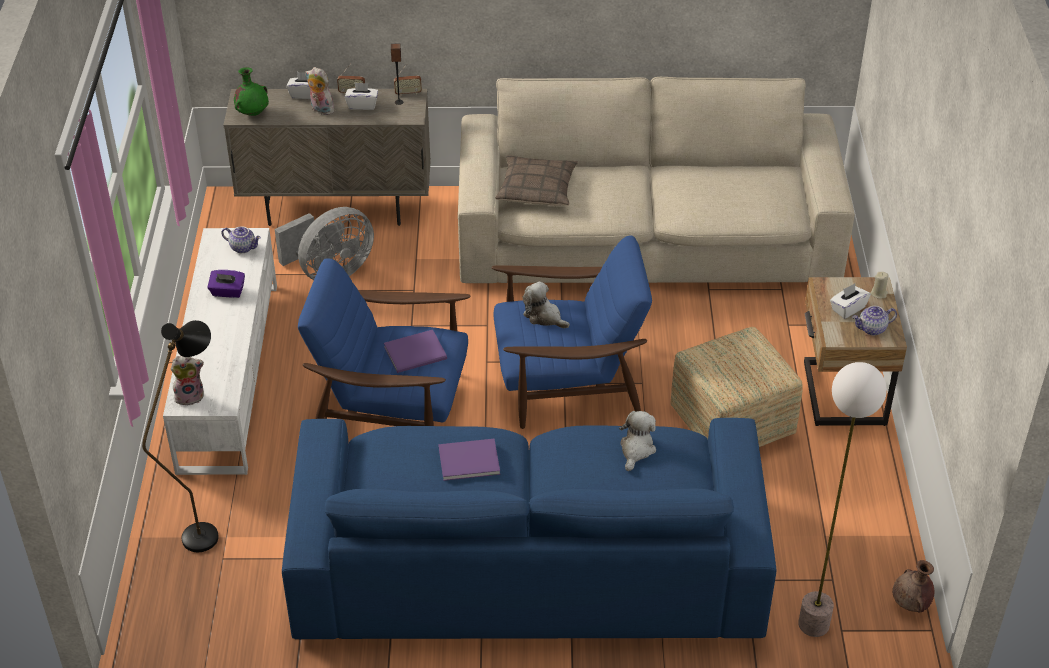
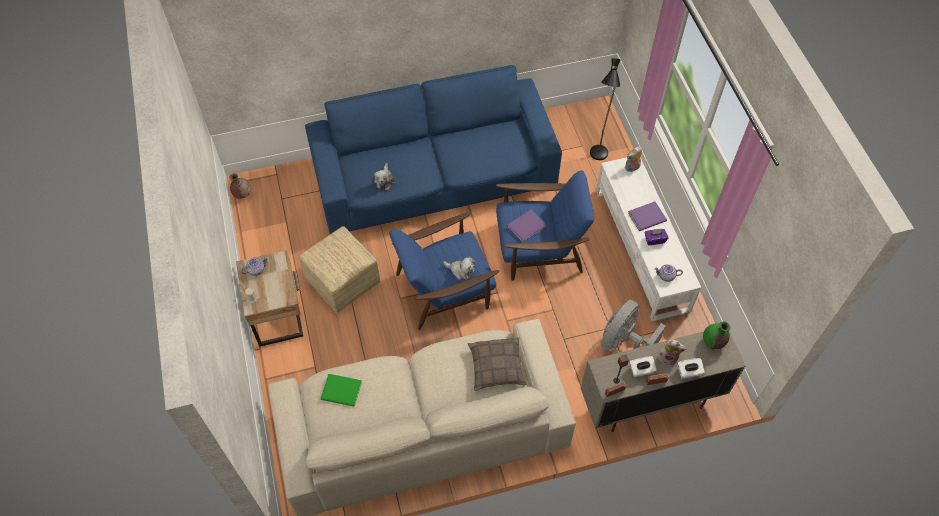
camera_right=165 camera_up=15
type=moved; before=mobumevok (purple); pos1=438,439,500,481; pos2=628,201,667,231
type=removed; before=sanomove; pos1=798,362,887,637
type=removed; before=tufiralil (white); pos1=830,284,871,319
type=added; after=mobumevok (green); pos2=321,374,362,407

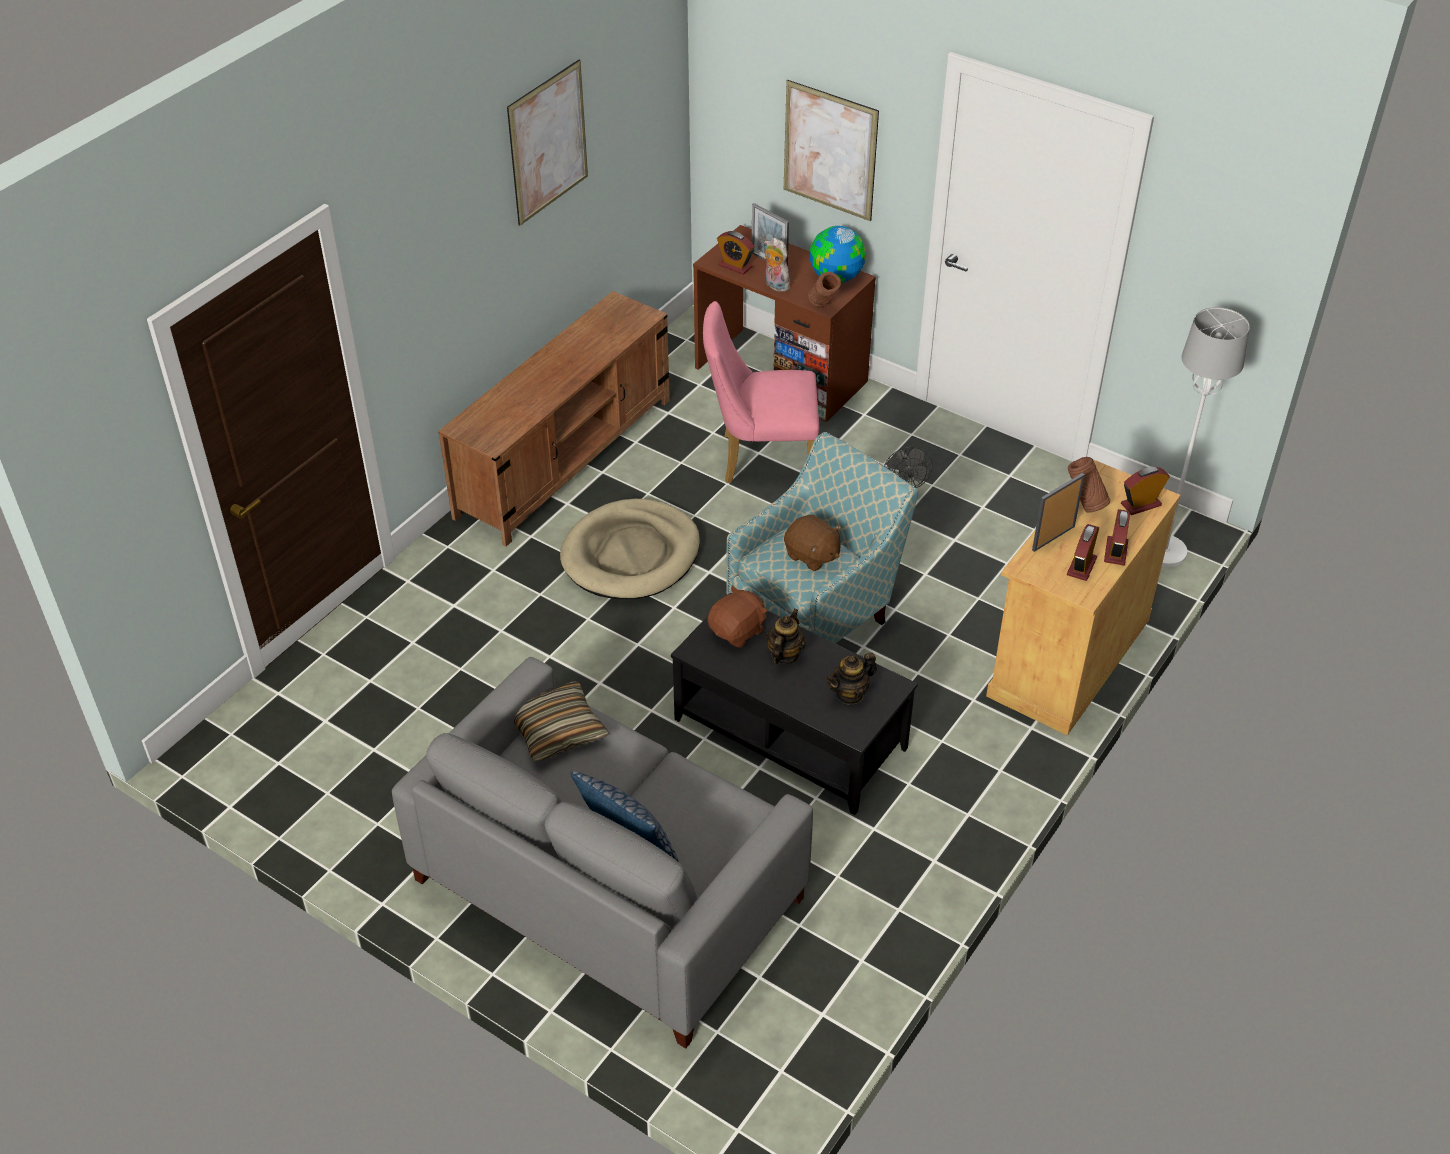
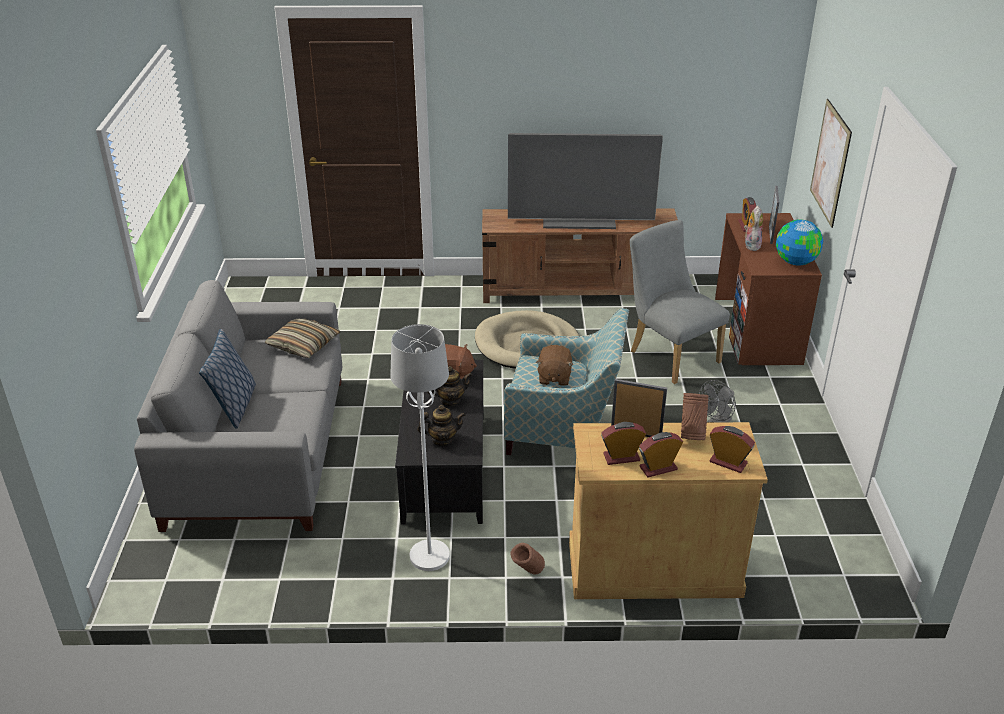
camera_right=55 camera_up=-10
type=removed; before=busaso; pos1=507,59,588,226
type=recoloured; before=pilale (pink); after=pilale (grey); pos1=703,301,819,483; pos2=630,220,730,384
type=moved; before=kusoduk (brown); pos1=808,272,841,307; pos2=511,543,545,575
type=turned; before=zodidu; pos1=826,652,877,705; pos2=418,405,466,446; turn=150
type=moved; before=sanomove (white); pos1=1162,307,1250,567; pos2=390,324,450,571
type=added; after=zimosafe; pos2=508,133,663,229

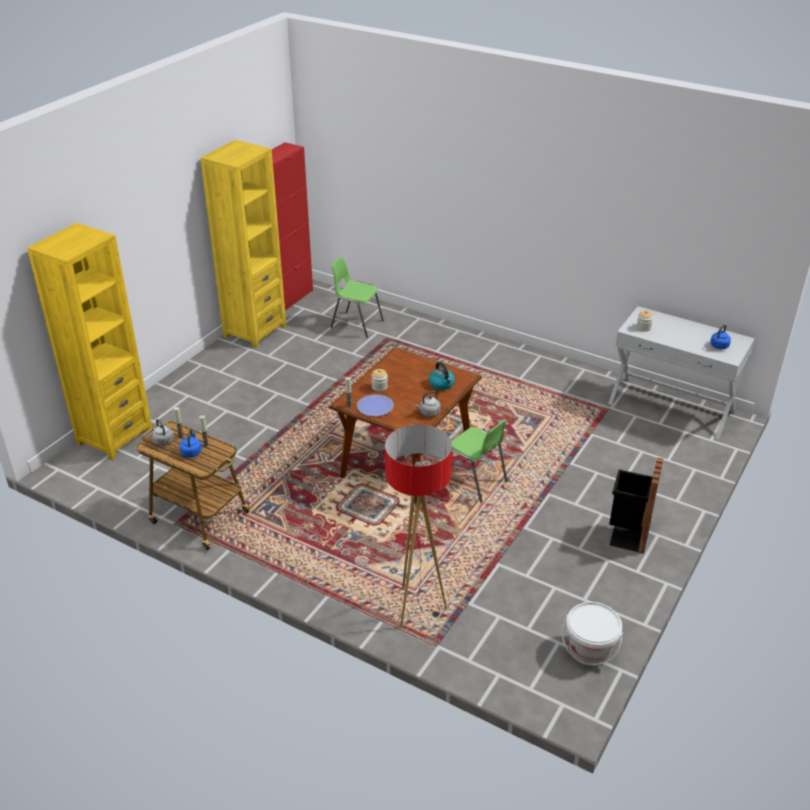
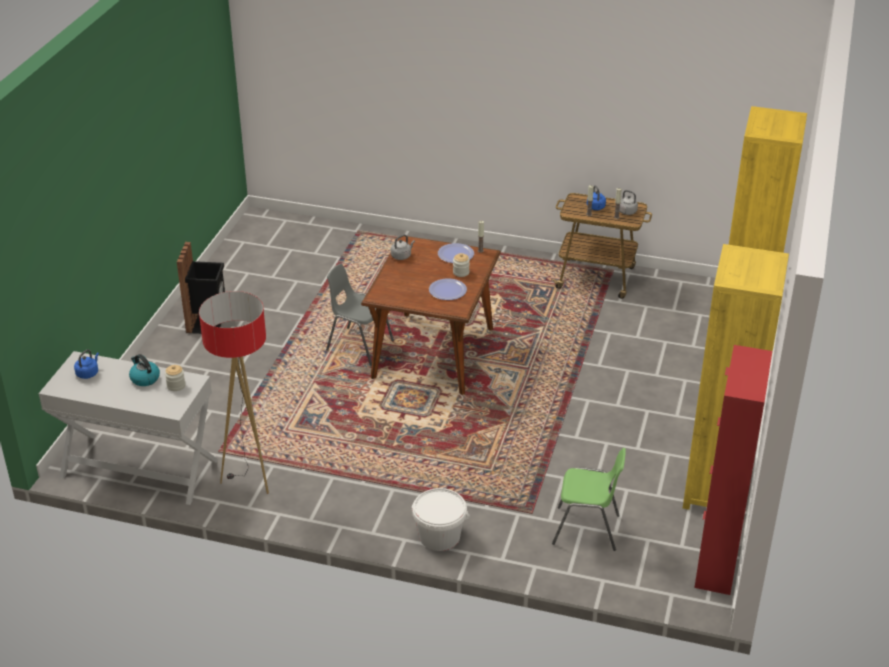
camera_right=165 camera_up=0
type=moved; before=sanomove; pos1=385,424,452,628; pos2=199,291,269,494
type=moved; before=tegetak; pos1=429,362,455,390; pos2=129,354,160,386
type=recoloured; before=pilale (green); after=pilale (grey); pos1=451,419,508,503; pos2=326,263,394,366
type=moved; before=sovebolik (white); pos1=562,602,623,666; pos2=411,488,470,551
type=added; after=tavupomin; pos2=429,278,467,300

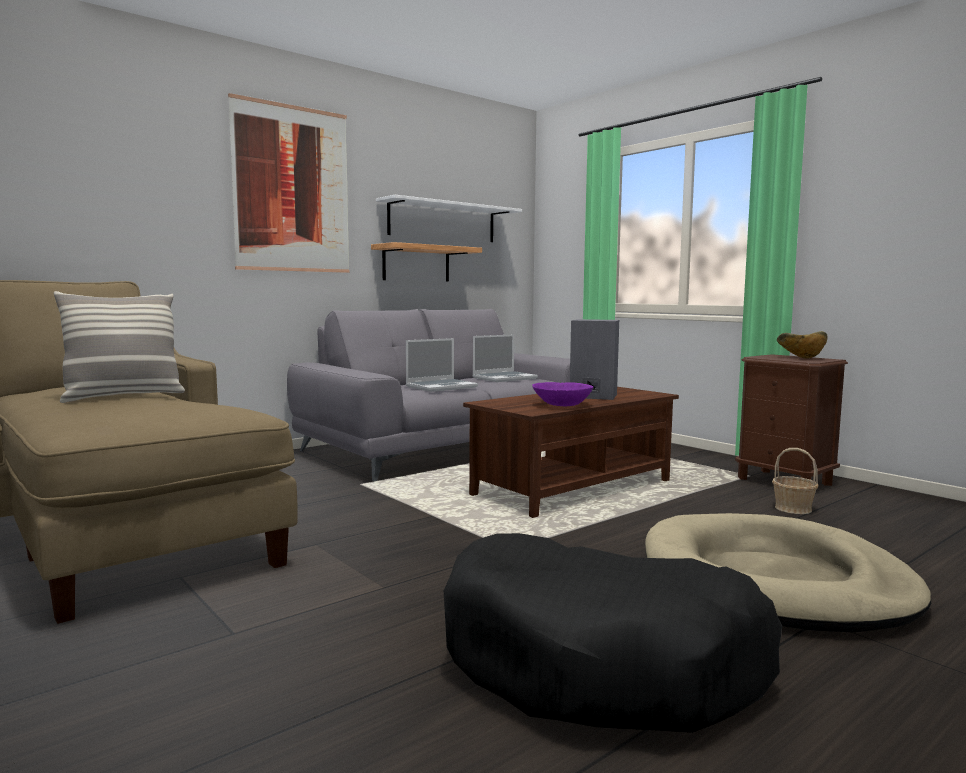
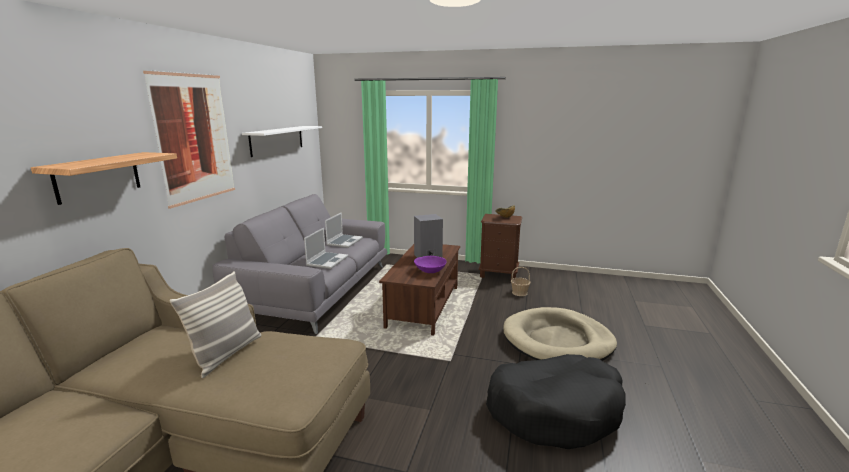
camera_right=-35 camera_up=10
type=moved; before=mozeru; pos1=371,242,482,282; pos2=31,152,177,205

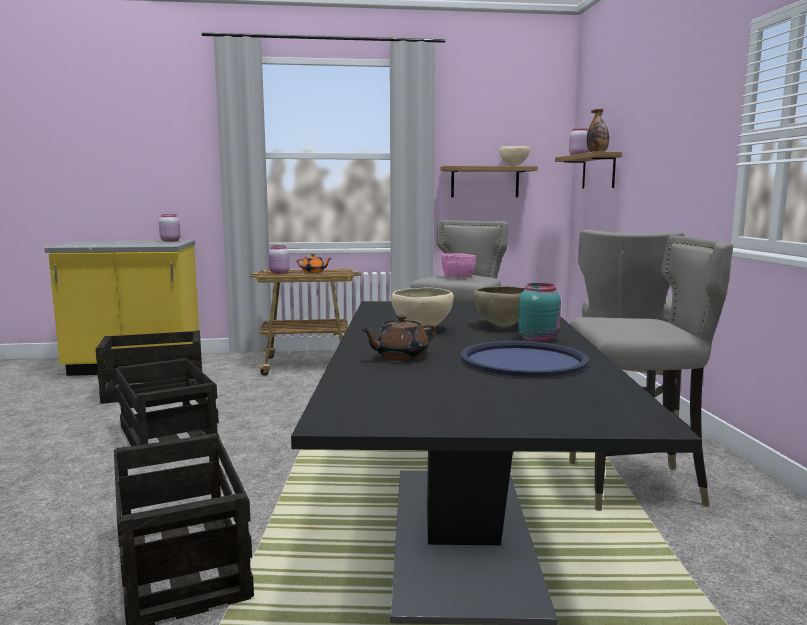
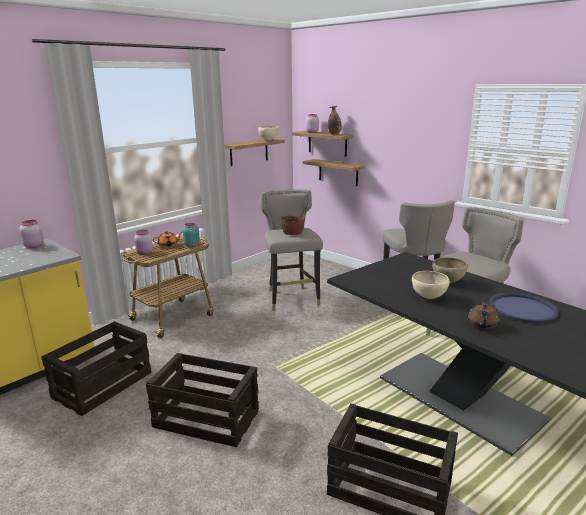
camera_right=-40 camera_up=10
type=recoloured; before=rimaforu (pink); after=rimaforu (brown); pos1=442,253,476,278; pos2=281,216,305,235
type=moved; before=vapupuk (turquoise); pos1=518,283,561,342; pos2=182,223,200,247
type=added; after=mozeru; pos2=303,159,365,186

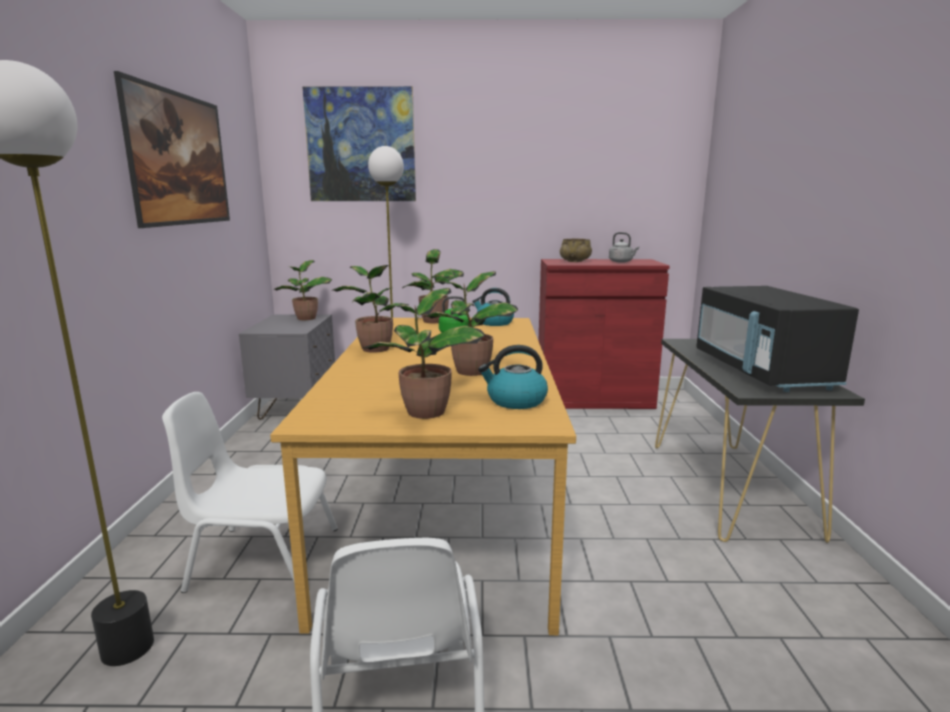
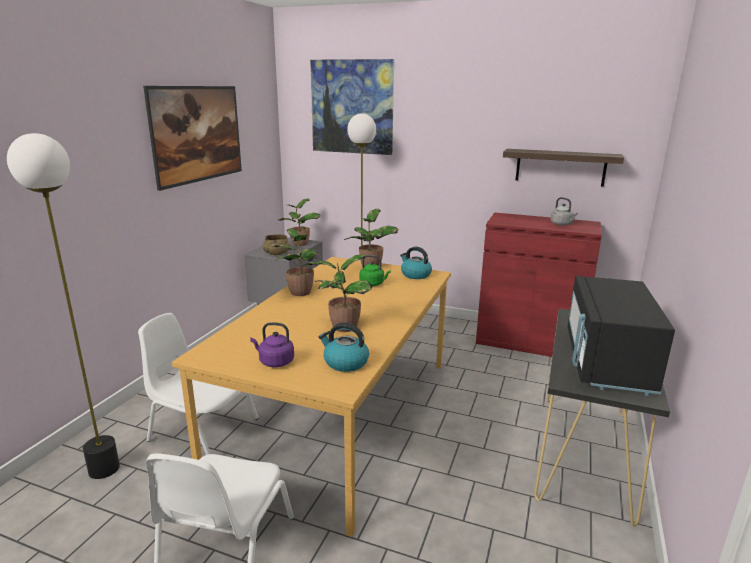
camera_right=20 camera_up=5
type=replaced; before=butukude; after=tegetak (purple); pos1=363,288,485,419; pos2=250,322,294,367
type=moved; before=rimaforu (beige); pos1=560,239,592,262; pos2=263,234,290,256
type=added; after=mozeru; pos2=503,149,624,187

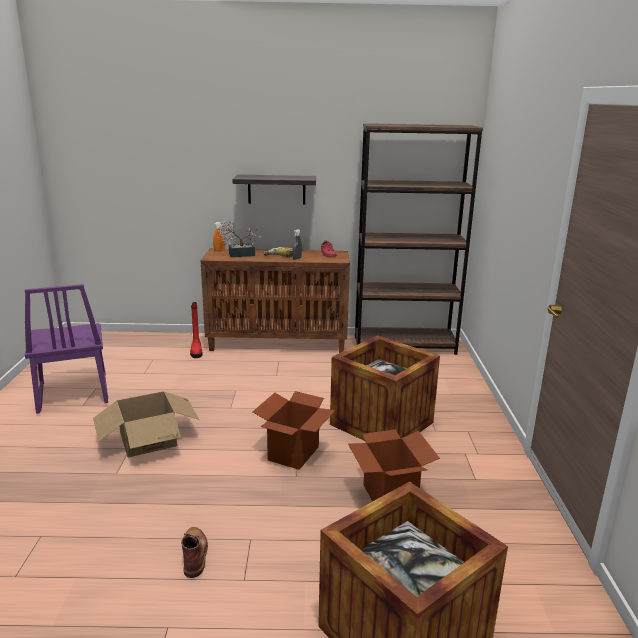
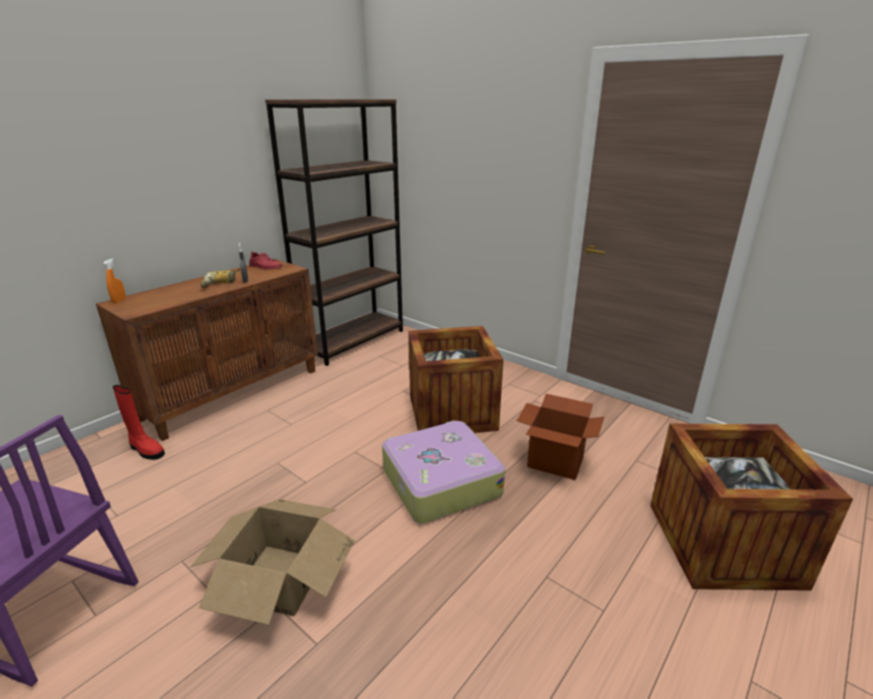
camera_right=-50 camera_up=5
type=removed; before=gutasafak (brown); pos1=181,527,208,578
type=removed; before=butukude; pos1=217,220,261,257
type=removed; before=mozeru; pos1=232,174,316,205
type=replaced; before=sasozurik; after=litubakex; pos1=253,391,335,470; pos2=382,421,505,524

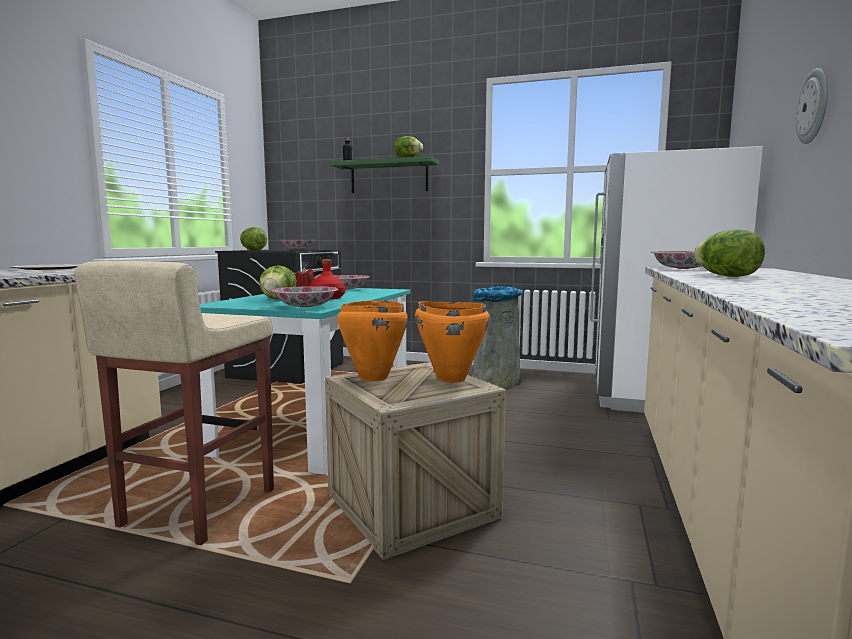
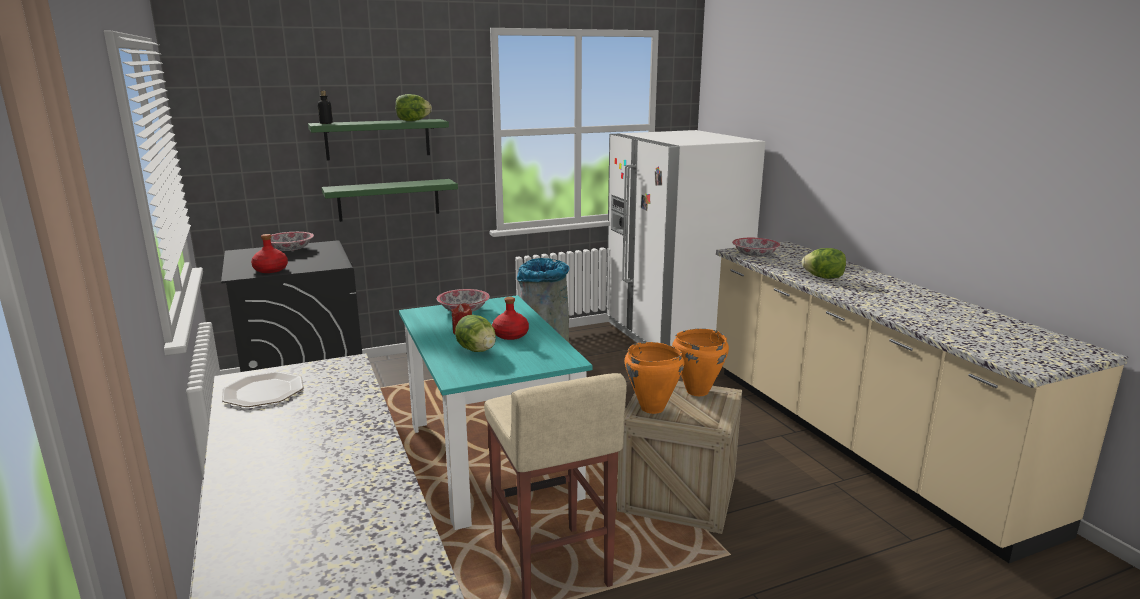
camera_right=-40 camera_up=10
type=replaced; before=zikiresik; after=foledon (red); pos1=240,227,267,251; pos2=251,234,288,273
type=removed; before=rimaforu; pos1=272,286,338,307
type=removed; before=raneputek; pos1=796,68,828,144
type=added; after=mozeru (green); pos2=322,179,458,222

